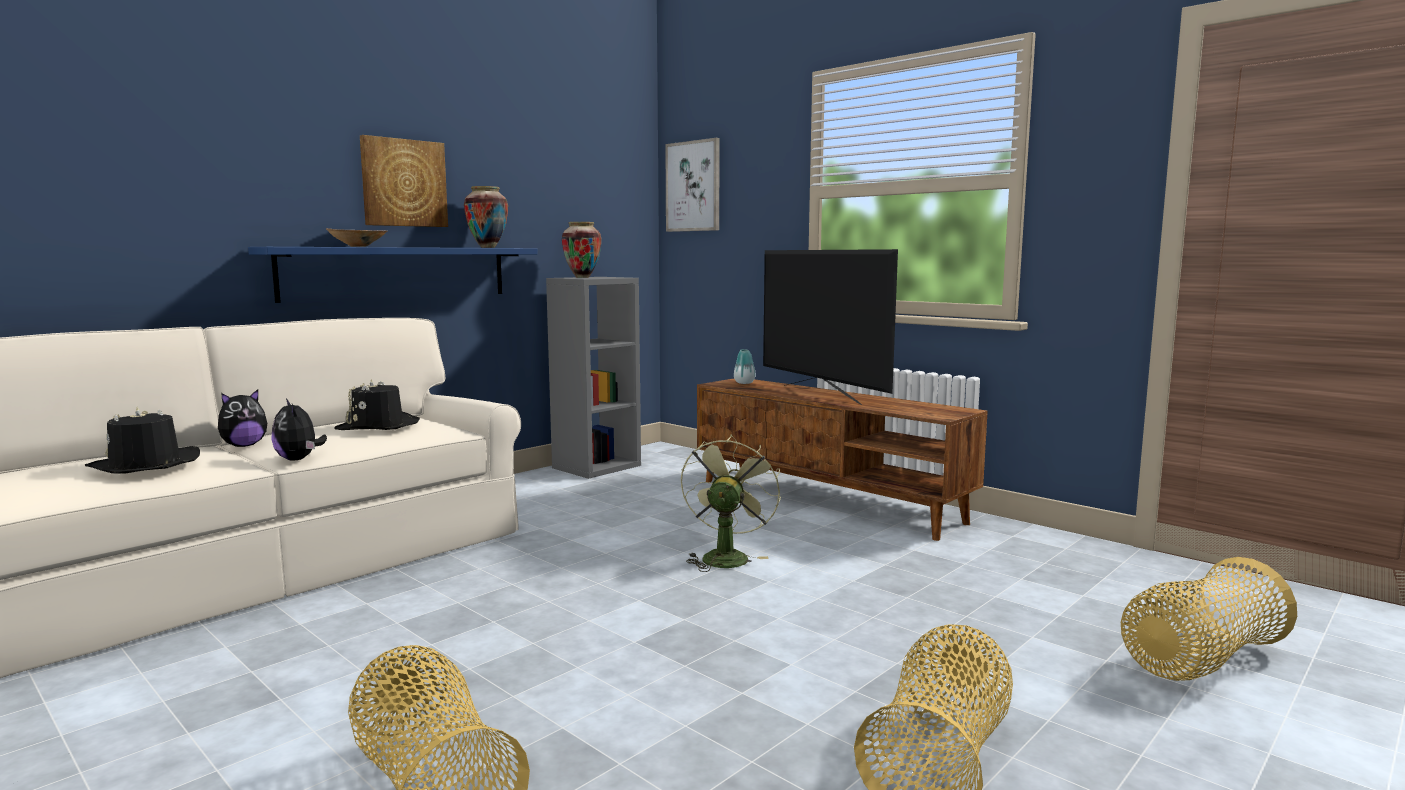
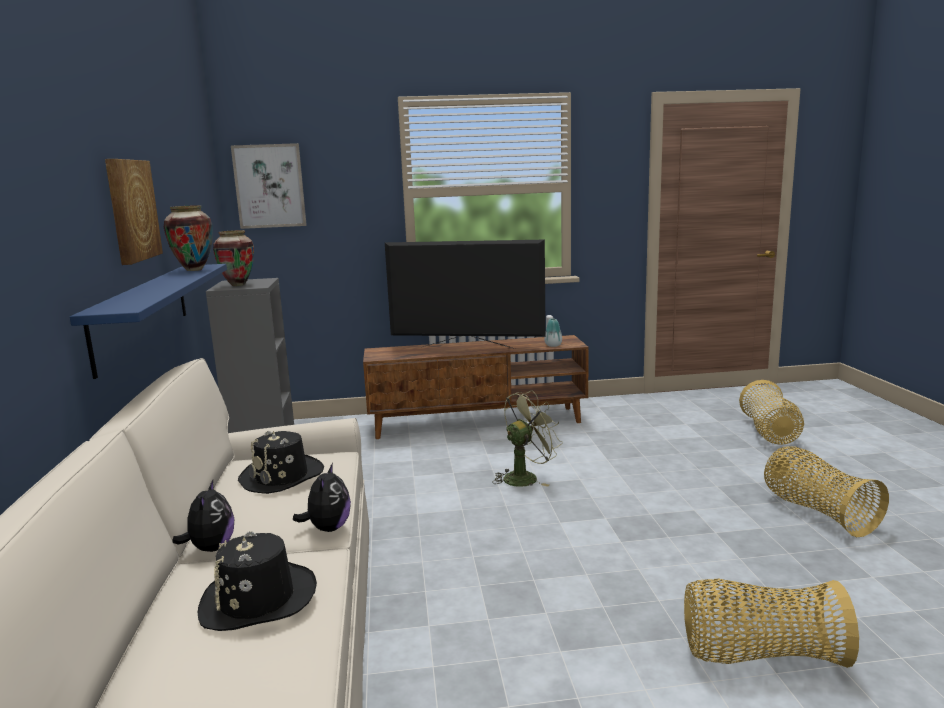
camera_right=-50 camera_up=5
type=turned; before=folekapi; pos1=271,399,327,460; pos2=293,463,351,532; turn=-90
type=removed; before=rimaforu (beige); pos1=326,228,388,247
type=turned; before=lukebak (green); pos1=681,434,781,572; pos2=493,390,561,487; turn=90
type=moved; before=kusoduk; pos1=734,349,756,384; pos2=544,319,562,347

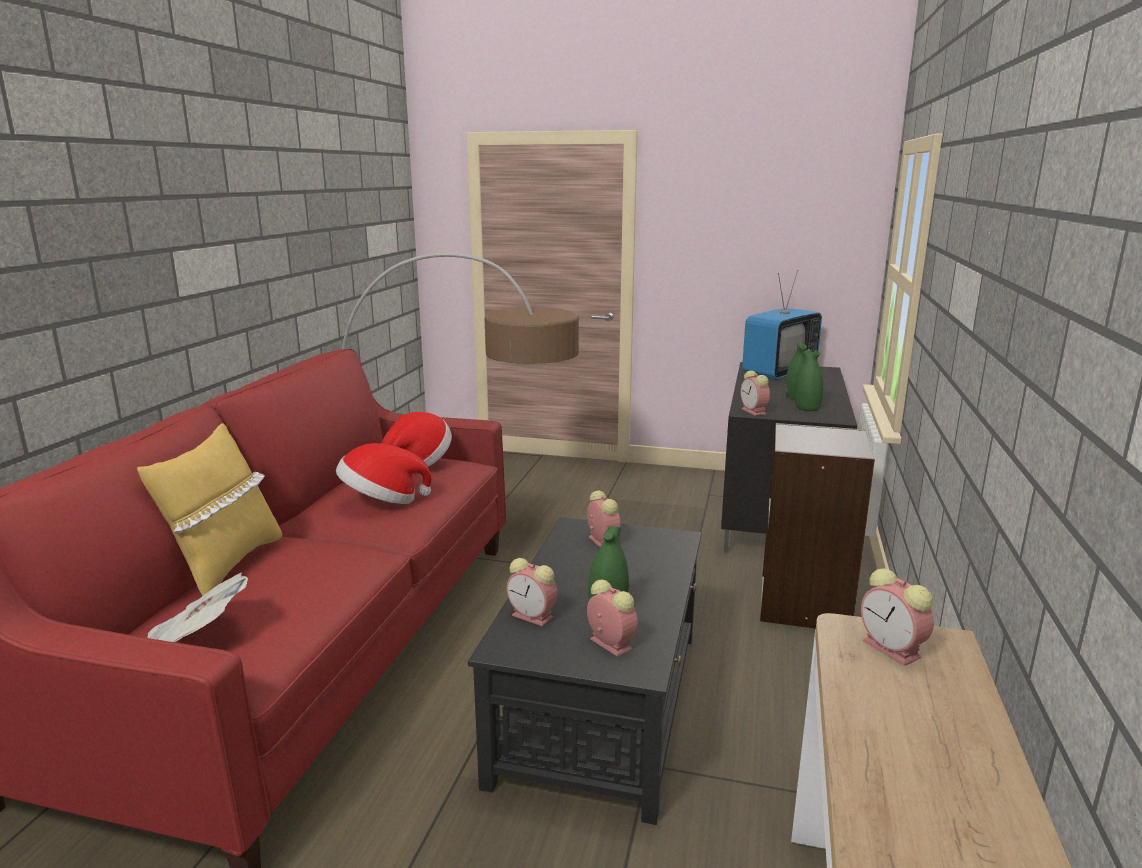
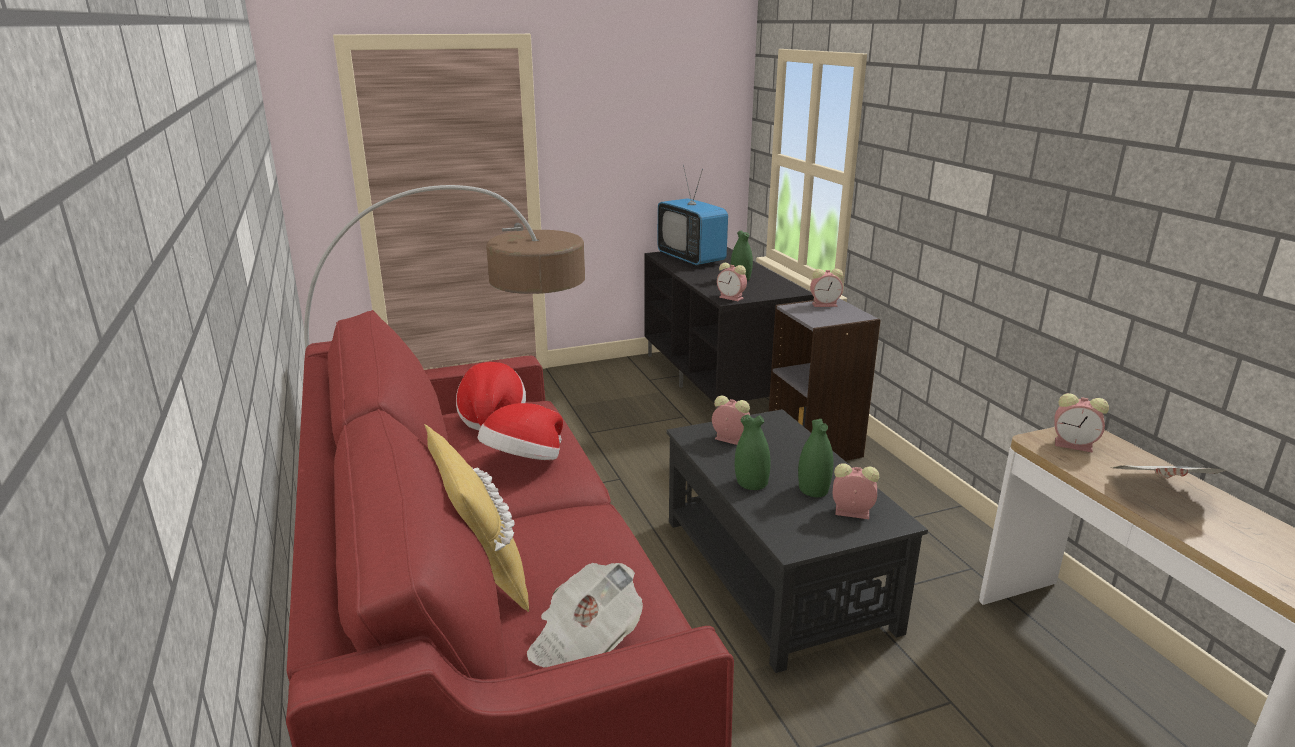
camera_right=-35 camera_up=5
type=moved; before=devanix; pos1=507,558,558,627; pos2=810,269,843,307
type=turned; before=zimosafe; pos1=742,270,822,380; pos2=658,165,728,266; turn=135
type=moved; before=kusoduk (green); pos1=795,349,823,411; pos2=735,414,771,490
type=added; after=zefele; pos2=1112,465,1226,479

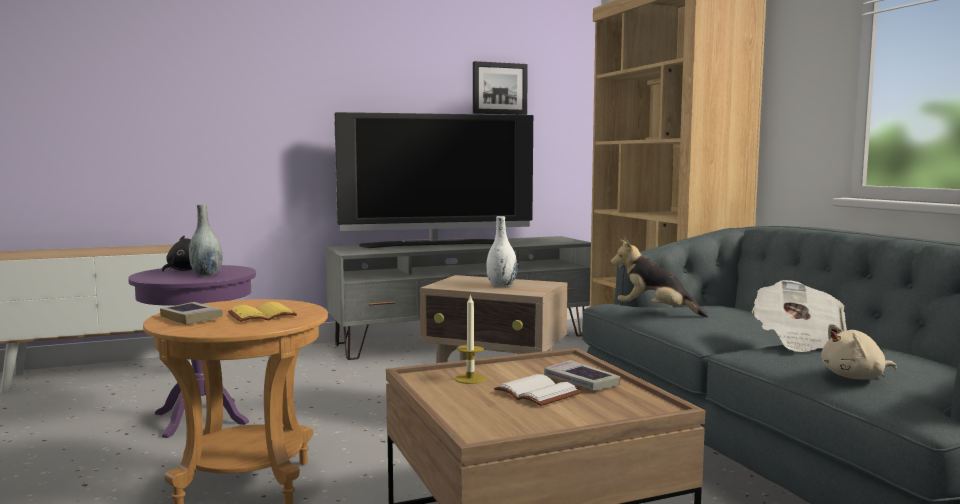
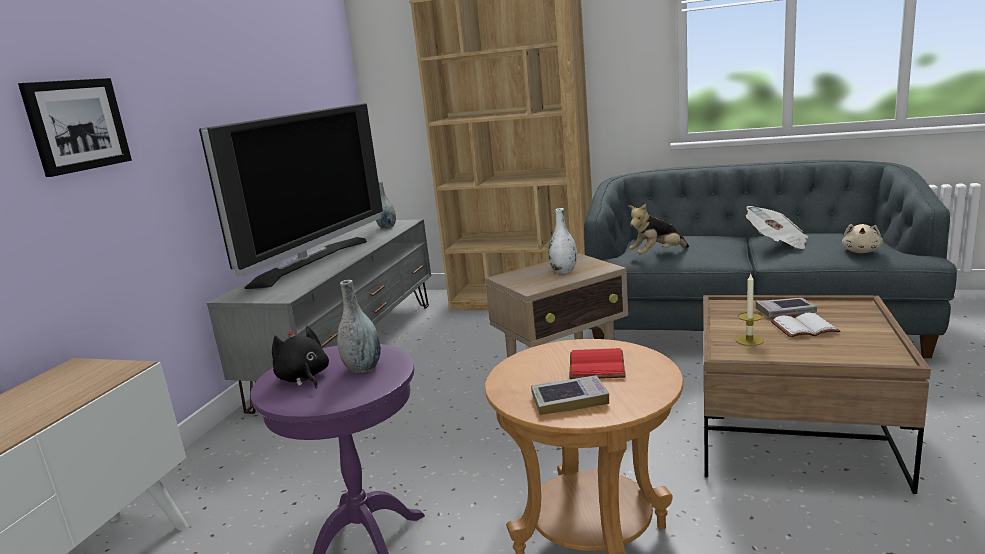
camera_right=-50 camera_up=10
type=recoloured; before=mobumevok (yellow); after=mobumevok (red); pos1=228,302,297,322; pos2=569,348,626,379
type=moved; before=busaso; pos1=473,61,528,115; pos2=18,78,132,177
type=added; after=kusoduk (grey); pos2=376,182,396,229

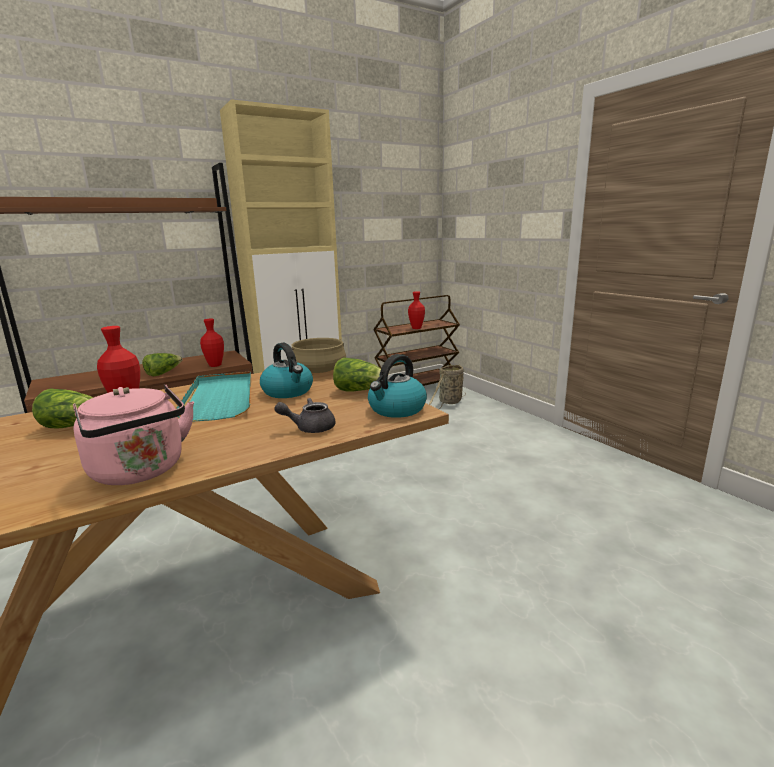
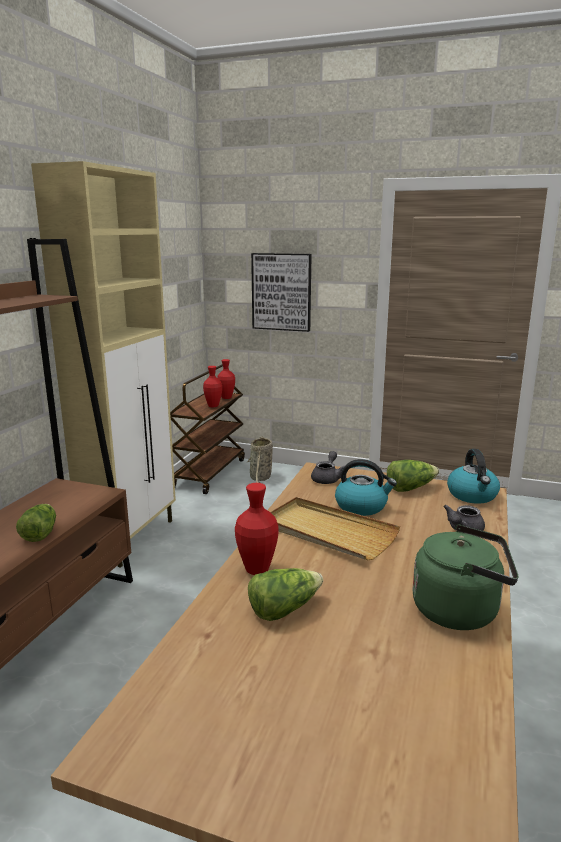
camera_right=-40 camera_up=0
type=recoloured; before=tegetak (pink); after=tegetak (green); pos1=73,384,194,485; pos2=412,525,519,630
type=recoloured; before=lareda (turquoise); after=lareda (beige); pos1=175,371,251,422; pos2=270,497,400,560
type=moved; before=kusoduk (red); pos1=200,319,224,367; pos2=217,359,235,399
type=replaced; before=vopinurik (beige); after=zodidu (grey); pos1=292,338,346,373; pos2=311,451,345,484
type=added; after=busaso; pos2=251,253,312,332

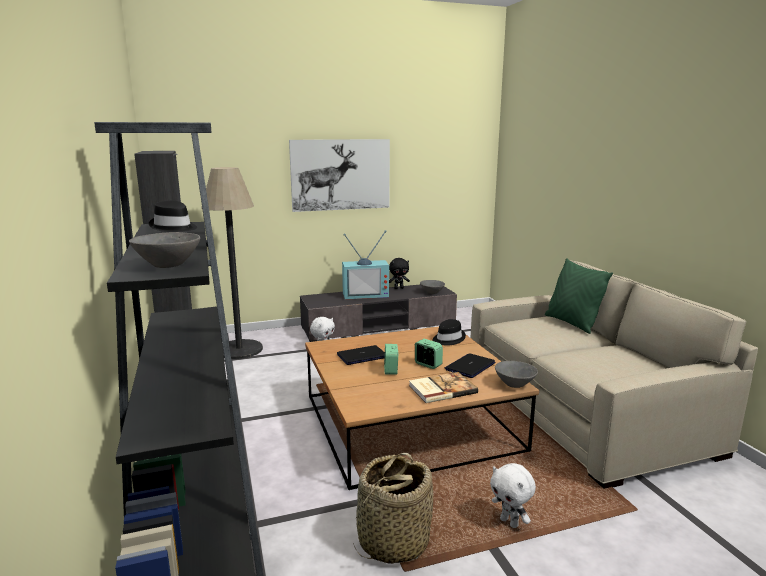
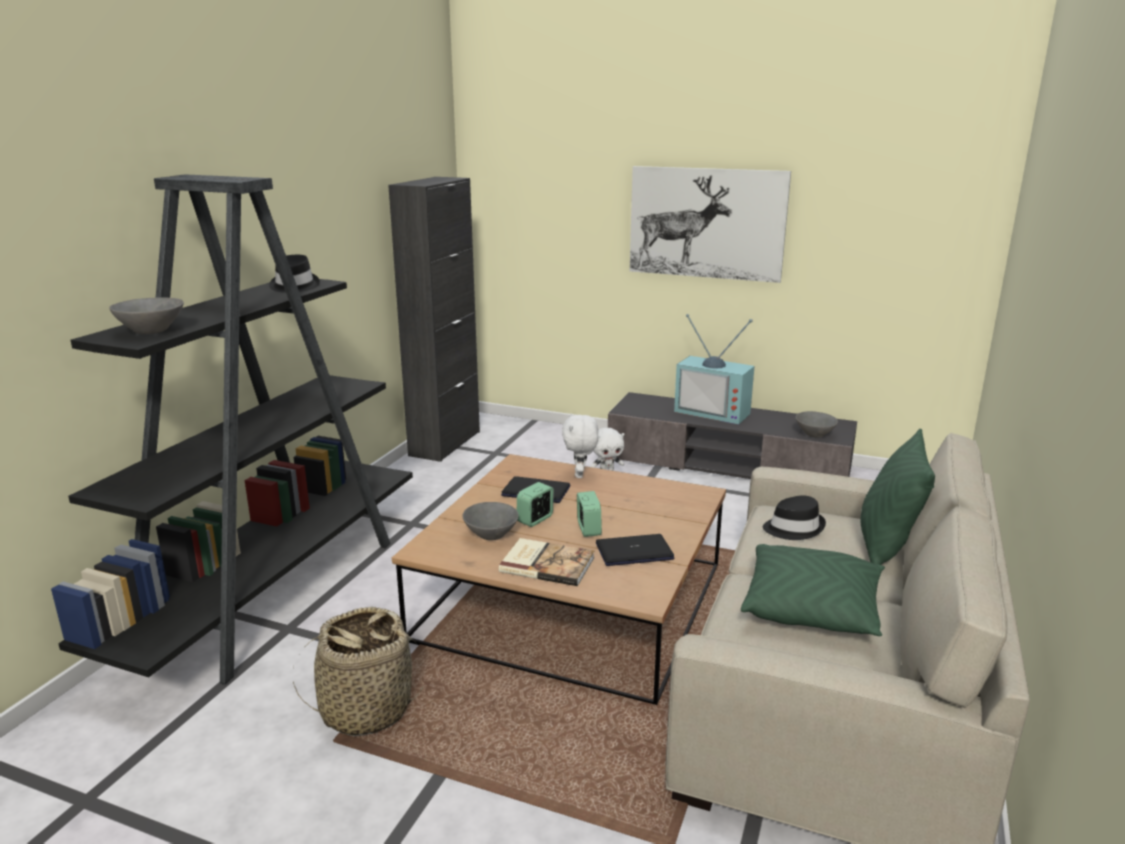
camera_right=40 camera_up=5
type=removed; before=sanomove; pos1=201,167,263,359
type=removed; before=folekapi (black); pos1=389,258,410,289
type=moved; before=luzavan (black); pos1=432,319,466,345; pos2=763,495,826,540
type=moved; before=folekapi (white); pos1=490,463,536,528; pos2=562,413,598,478
type=moved; before=rimaforu (grey); pos1=495,361,538,388; pos2=463,502,518,540
type=added; after=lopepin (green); pos2=741,544,885,636

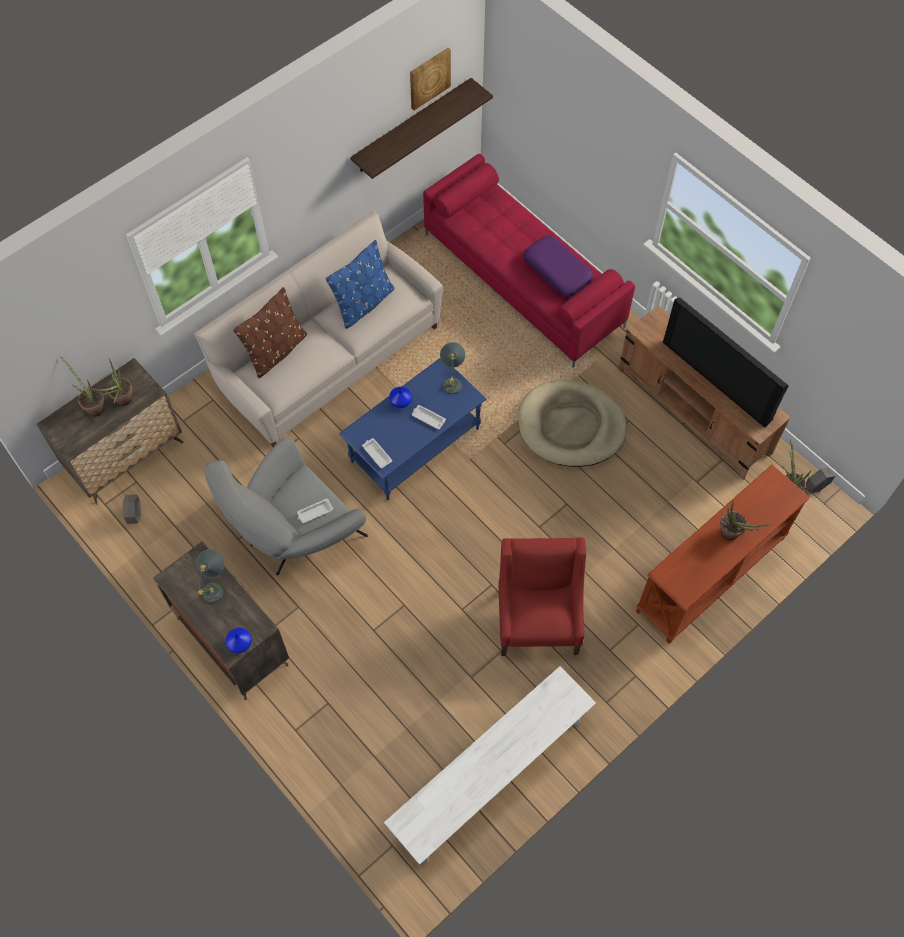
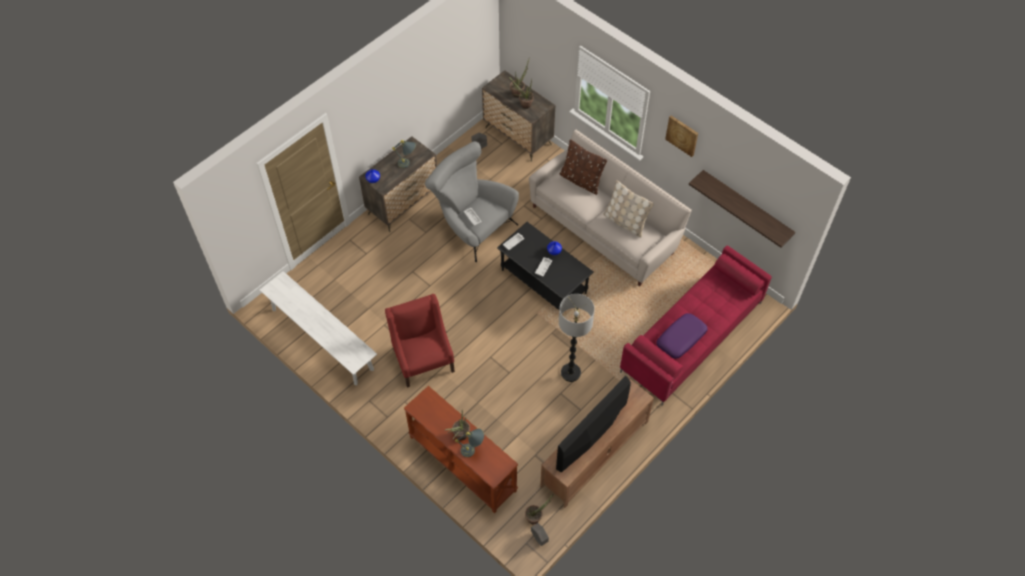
camera_right=85 camera_up=-5
type=recoloured; before=lopepin (blue); after=lopepin (beige); pos1=326,240,394,329; pos2=604,180,654,238
type=recoloured; before=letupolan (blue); after=letupolan (black); pos1=339,358,487,500; pos2=497,222,594,314
type=moved; before=busaso; pos1=410,48,451,110; pos2=665,115,698,157
type=moved; before=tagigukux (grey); pos1=440,342,465,394; pos2=455,429,484,457
type=turned; before=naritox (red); pos1=499,538,586,656; pos2=385,294,455,388; turn=-105
type=replaced; before=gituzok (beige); after=sanomove; pos1=518,380,627,467; pos2=559,294,595,382

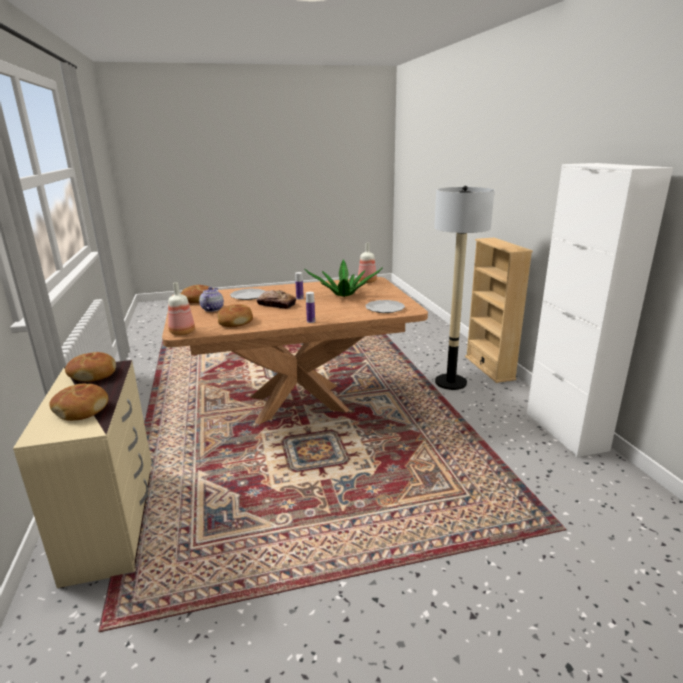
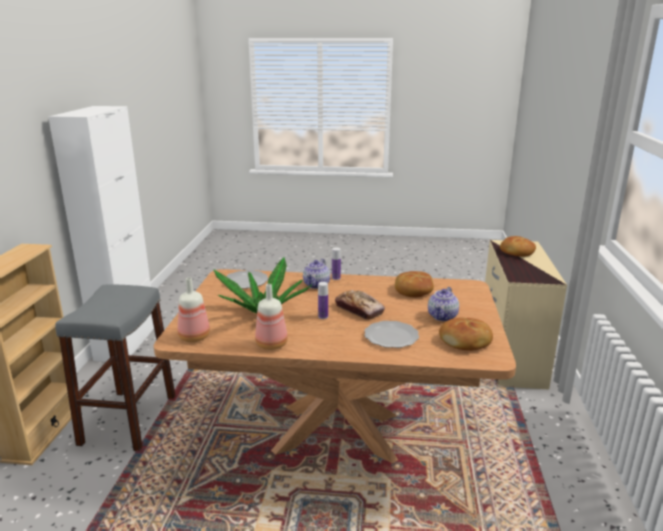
camera_right=-160 camera_up=0
type=removed; before=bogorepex; pos1=65,352,116,382
type=moved; before=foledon; pos1=168,282,195,336; pos2=255,284,288,350
type=replaced; before=sanomove; after=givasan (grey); pos1=434,186,495,390; pos2=55,285,176,451
type=added; after=zodidu; pos2=303,259,330,289

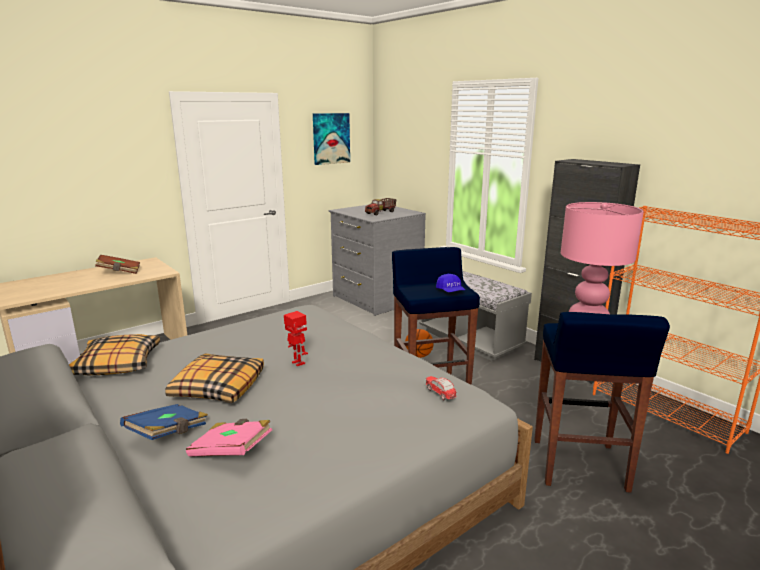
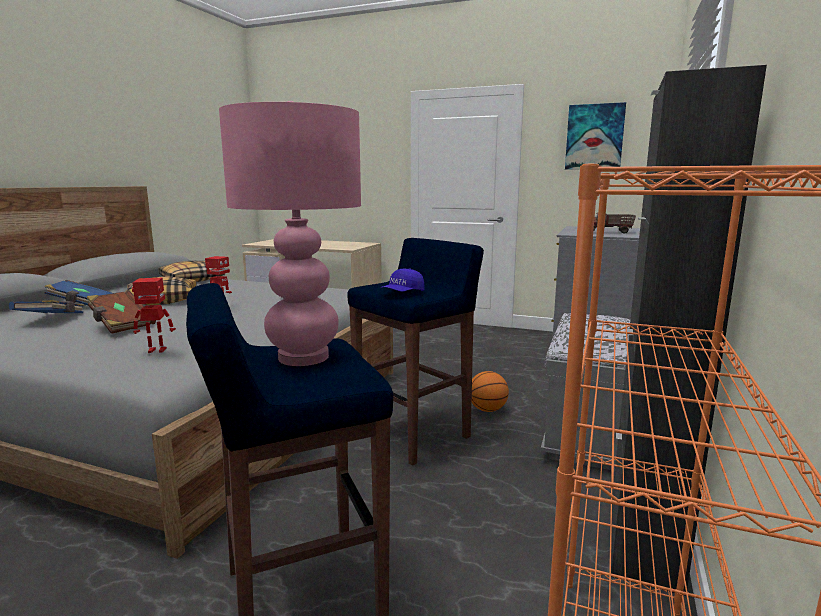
camera_right=60 camera_up=-5
type=moved; before=mobumevok (brown); pos1=95,255,140,274; pos2=87,291,156,334
type=recoloured; before=mobumevok (pink); after=mobumevok (blue); pos1=186,419,272,457; pos2=9,300,84,313
type=replaced; before=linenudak; after=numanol; pos1=425,376,456,401; pos2=132,278,176,353

